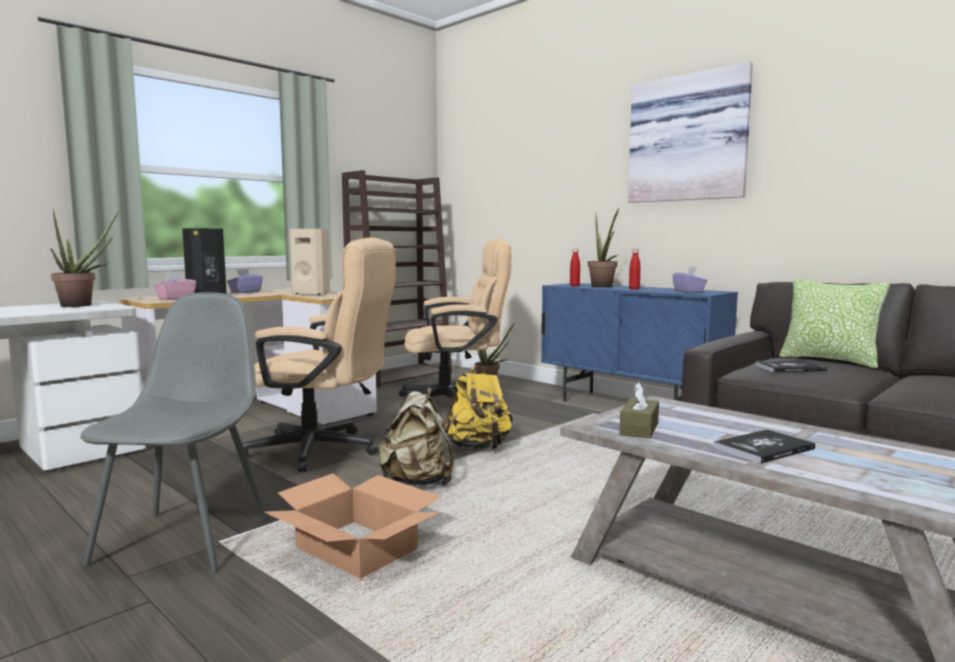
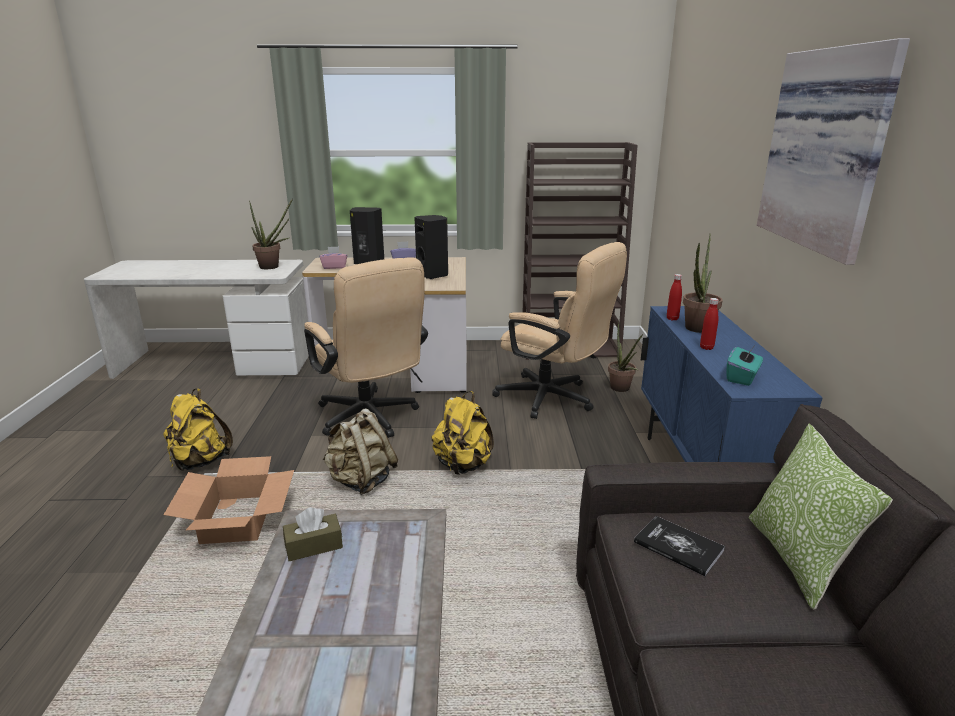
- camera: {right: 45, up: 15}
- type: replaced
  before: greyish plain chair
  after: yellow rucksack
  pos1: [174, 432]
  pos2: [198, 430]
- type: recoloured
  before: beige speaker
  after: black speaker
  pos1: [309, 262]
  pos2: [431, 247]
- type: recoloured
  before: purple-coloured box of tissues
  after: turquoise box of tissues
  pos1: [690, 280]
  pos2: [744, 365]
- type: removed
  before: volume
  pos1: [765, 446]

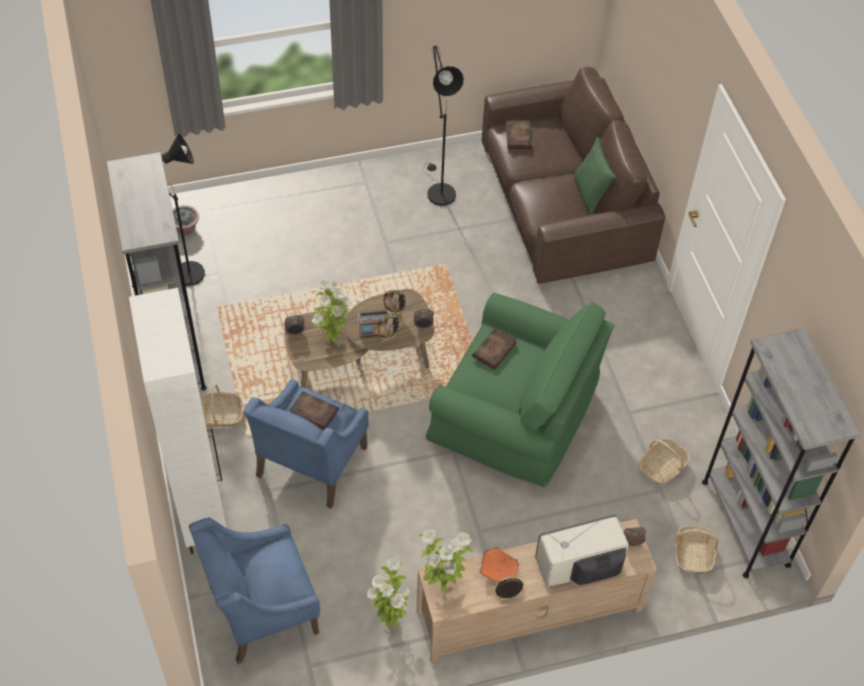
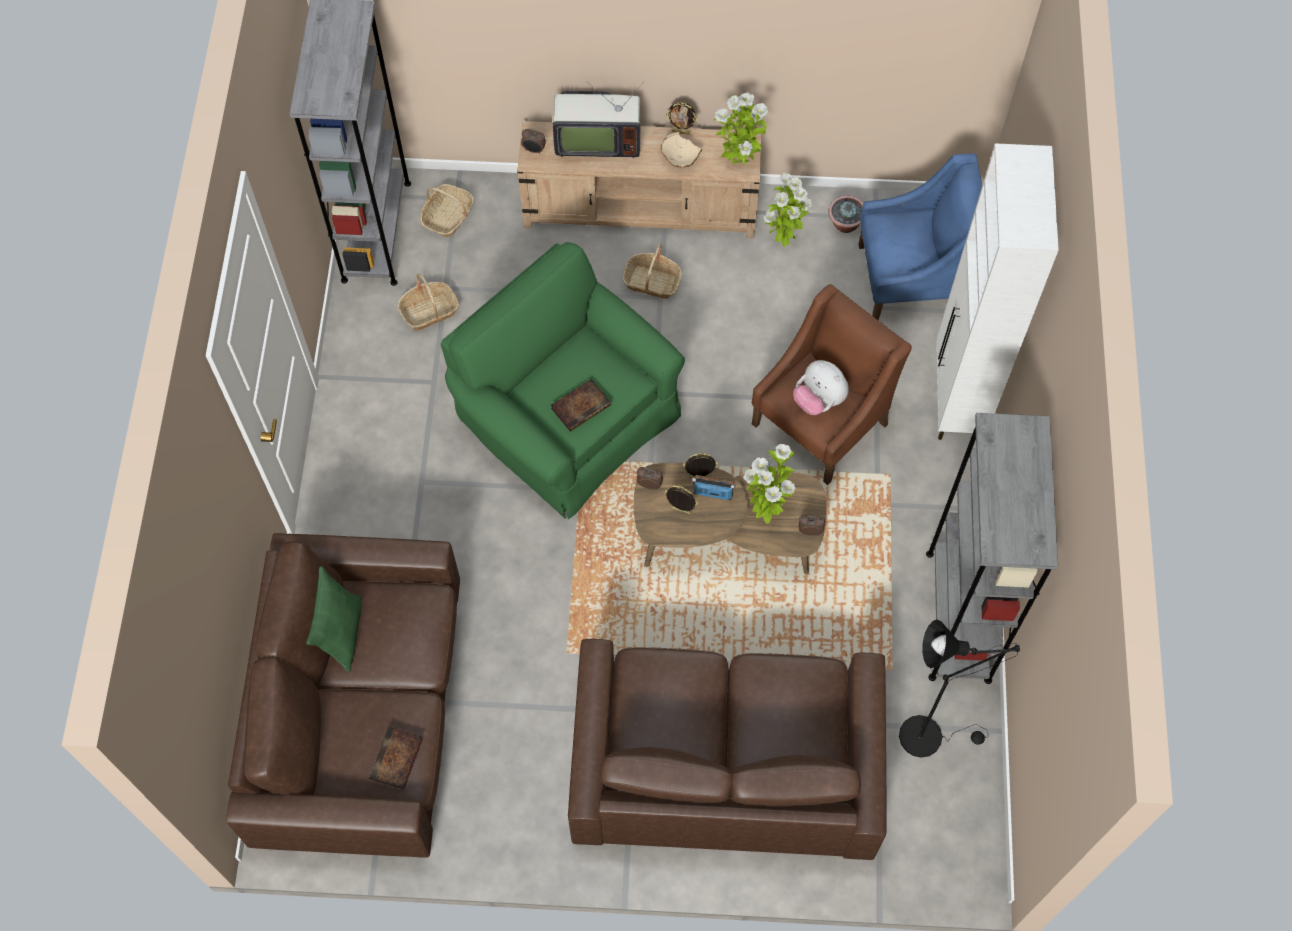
- camera: {right: -160, up: 10}
- type: added
  after: brown settee
  pos2: [727, 749]
- type: moved
  before: storage basket
  pos1: [221, 405]
  pos2: [652, 271]
- type: recoloured
  before: orangey deep dish
  after: beige deep dish
  pos1: [499, 564]
  pos2: [681, 150]
- type: recoloured
  before: blue armchair
  after: brown armchair
  pos1: [306, 444]
  pos2: [831, 384]
- type: replaced
  before: volume
  after: soft toy
  pos1: [314, 410]
  pos2: [821, 387]
- type: moved
  before: potted plant
  pos1: [185, 220]
  pos2: [845, 214]
- type: removed
  before: black floor lamp
  pos1: [443, 125]

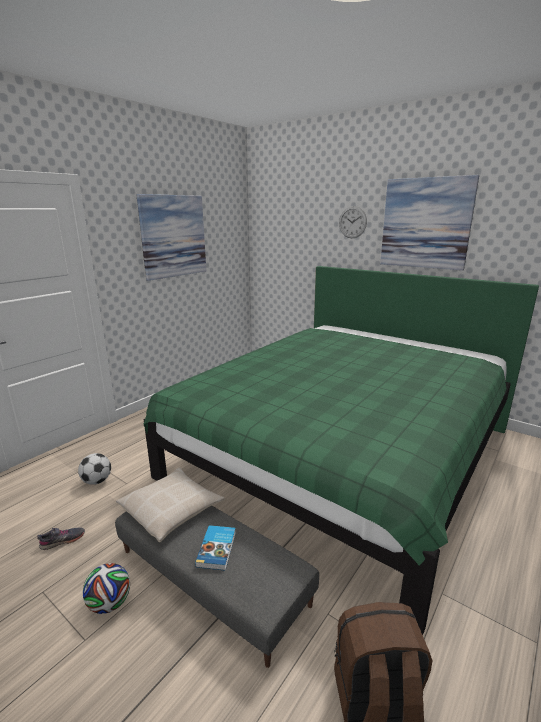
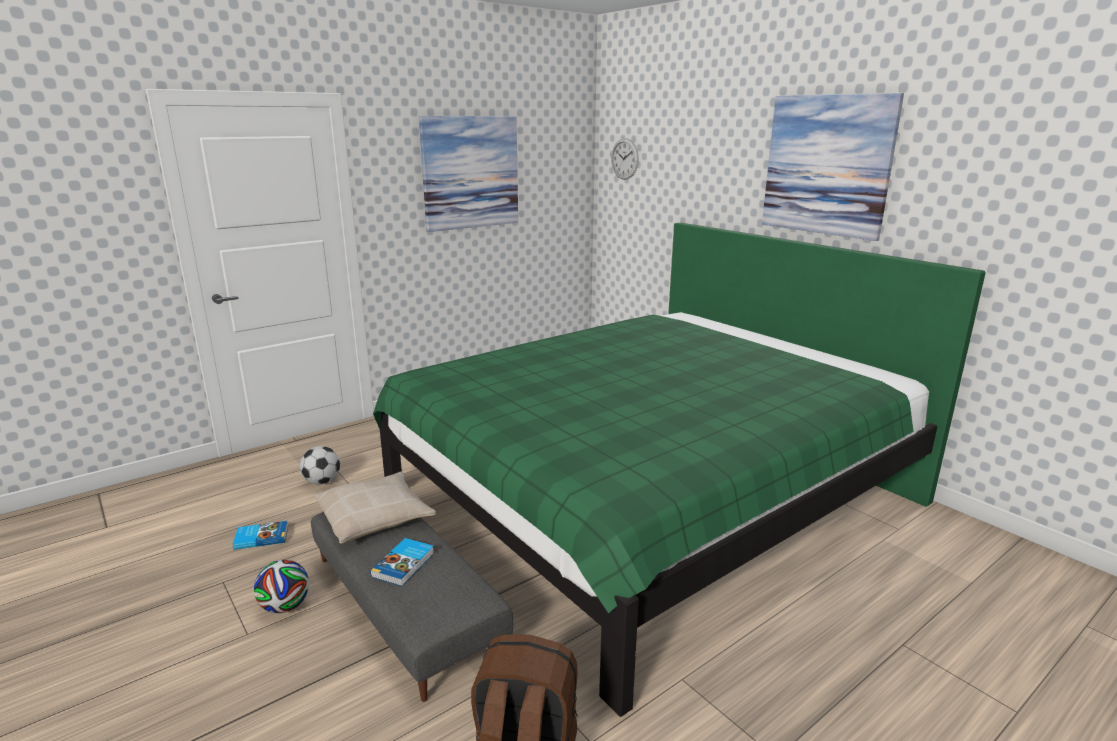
- camera: {right: 15, up: 0}
- type: replaced
  before: greyish shoe
  after: volume
  pos1: [61, 539]
  pos2: [260, 535]
- type: moved
  before: wall clock
  pos1: [353, 222]
  pos2: [625, 159]

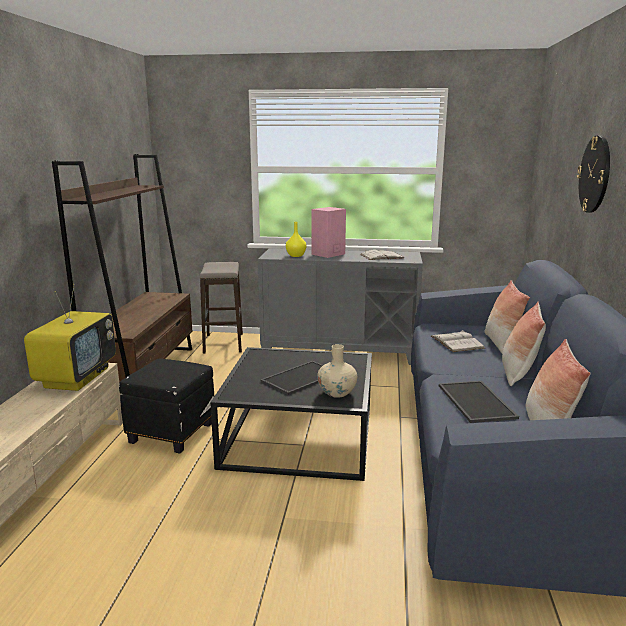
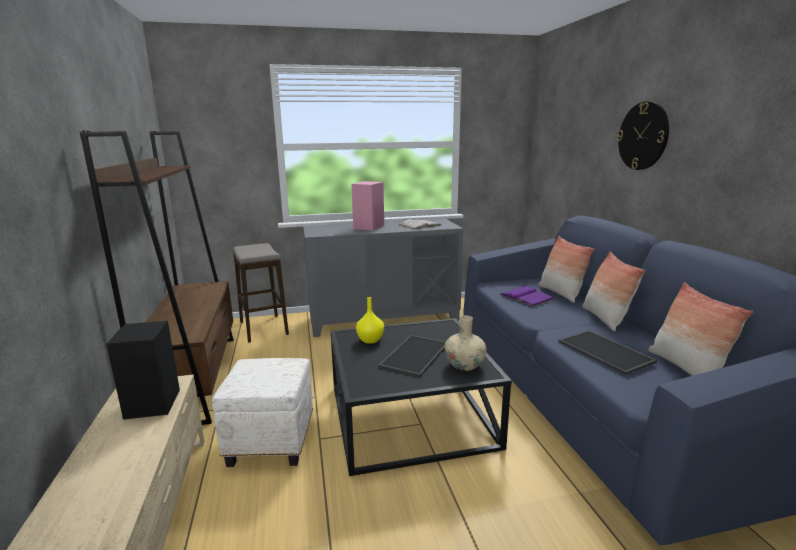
- camera: {right: -20, up: 0}
- type: replaced
  before: TV set
  after: black speaker
  pos1: [70, 337]
  pos2: [143, 370]
- type: recoloured
  before: black pouffe
  after: white pouffe
  pos1: [166, 406]
  pos2: [262, 412]
- type: moved
  before: yellow vase
  pos1: [296, 239]
  pos2: [370, 320]
- type: recoloured
  before: white volume
  after: purple-coloured volume
  pos1: [458, 341]
  pos2: [526, 296]

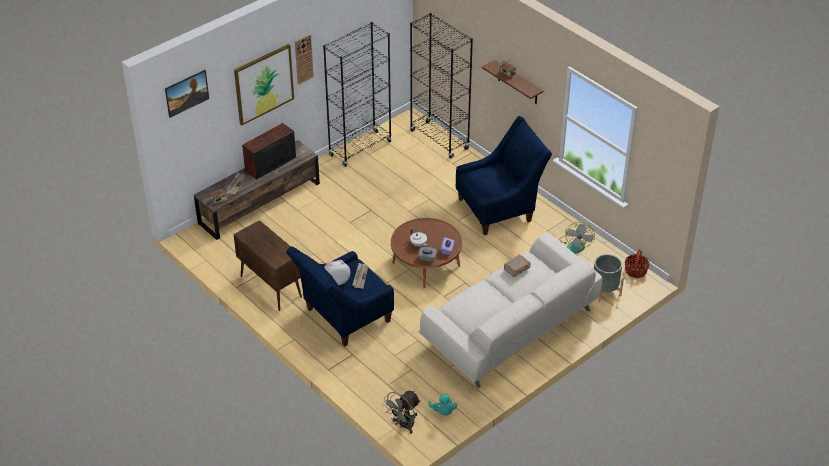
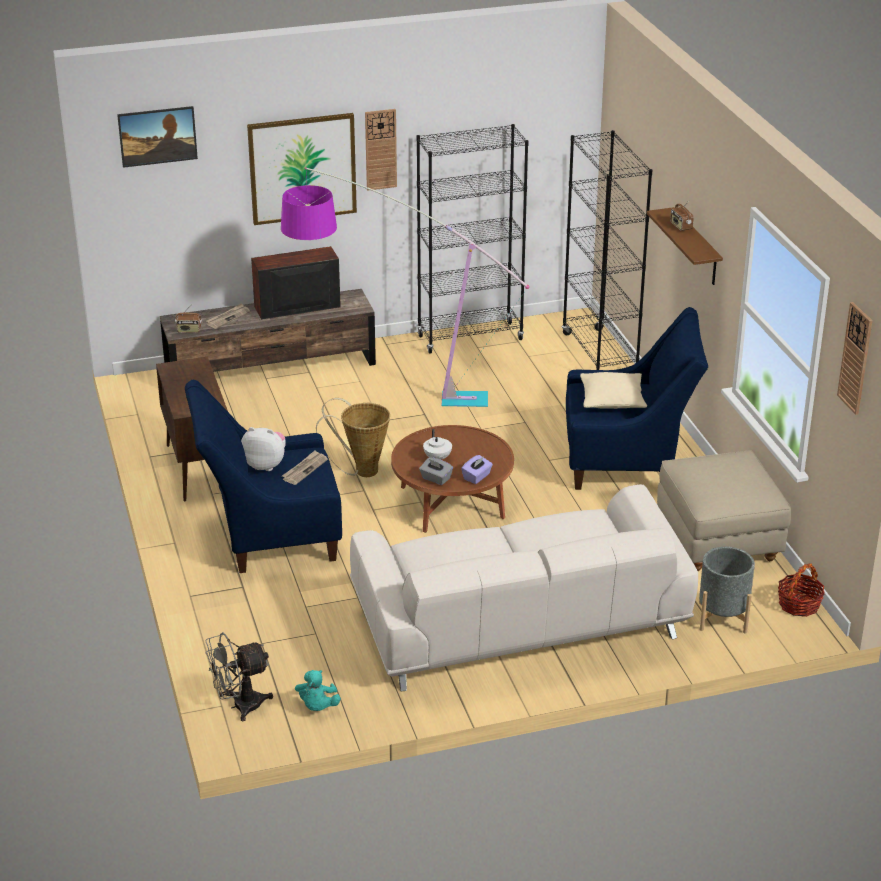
- camera: {right: 25, up: -10}
- type: added
  after: floor lamp
  pos2: [405, 287]
- type: added
  after: storage basket
  pos2: [353, 437]
- type: added
  after: beige pillow
  pos2: [613, 390]
- type: replaced
  before: cooling fan
  after: beige pouffe
  pos1: [577, 238]
  pos2: [724, 510]
- type: added
  after: wall clock
  pos2: [854, 358]
- type: removed
  before: brown volume
  pos1: [517, 266]

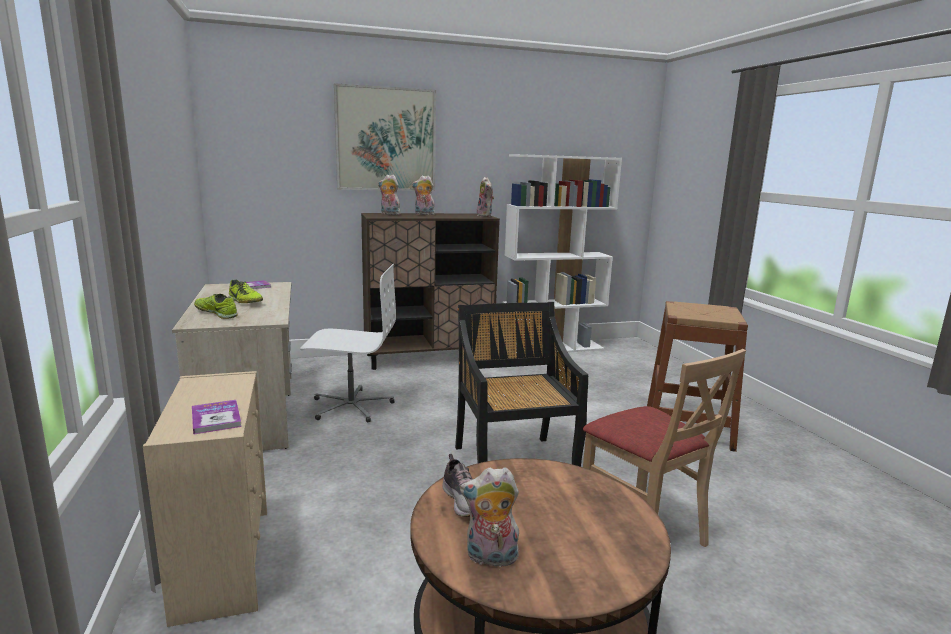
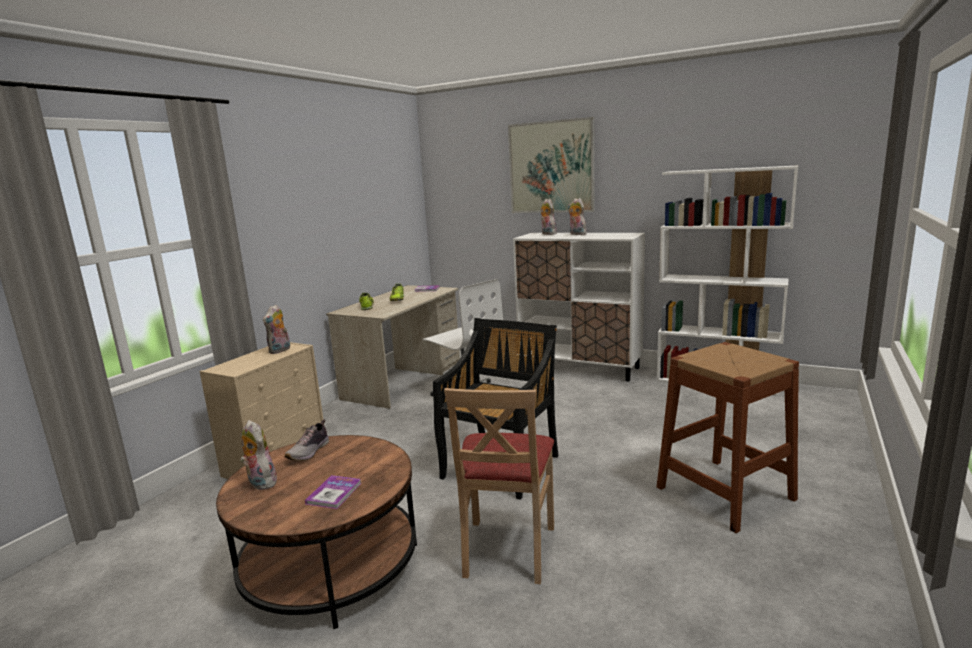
- camera: {right: 45, up: 0}
- type: moved
  before: soft toy
  pos1: [485, 197]
  pos2: [276, 329]
- type: moved
  before: volume
  pos1: [217, 417]
  pos2: [333, 492]
- type: recoloured
  before: brown storage cabinet
  after: white storage cabinet
  pos1: [430, 291]
  pos2: [579, 307]

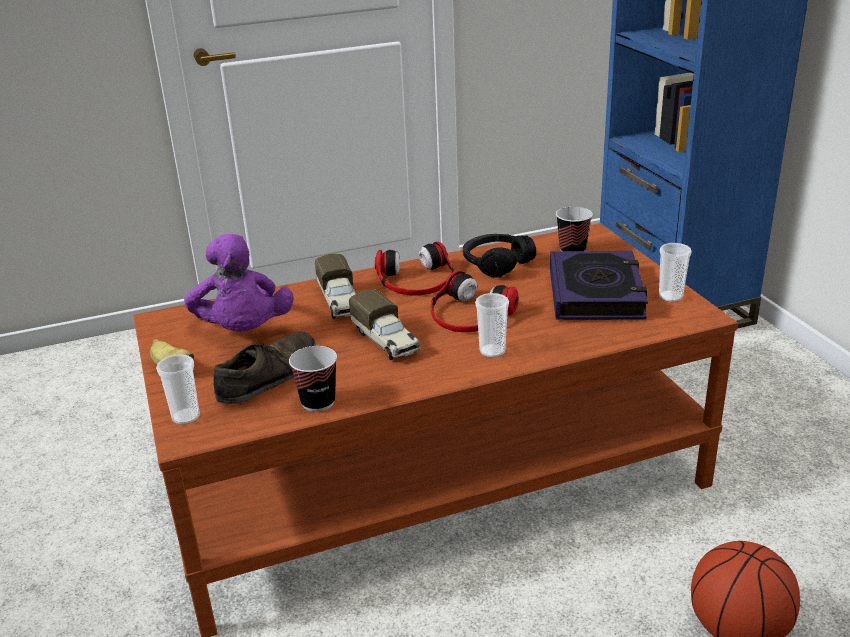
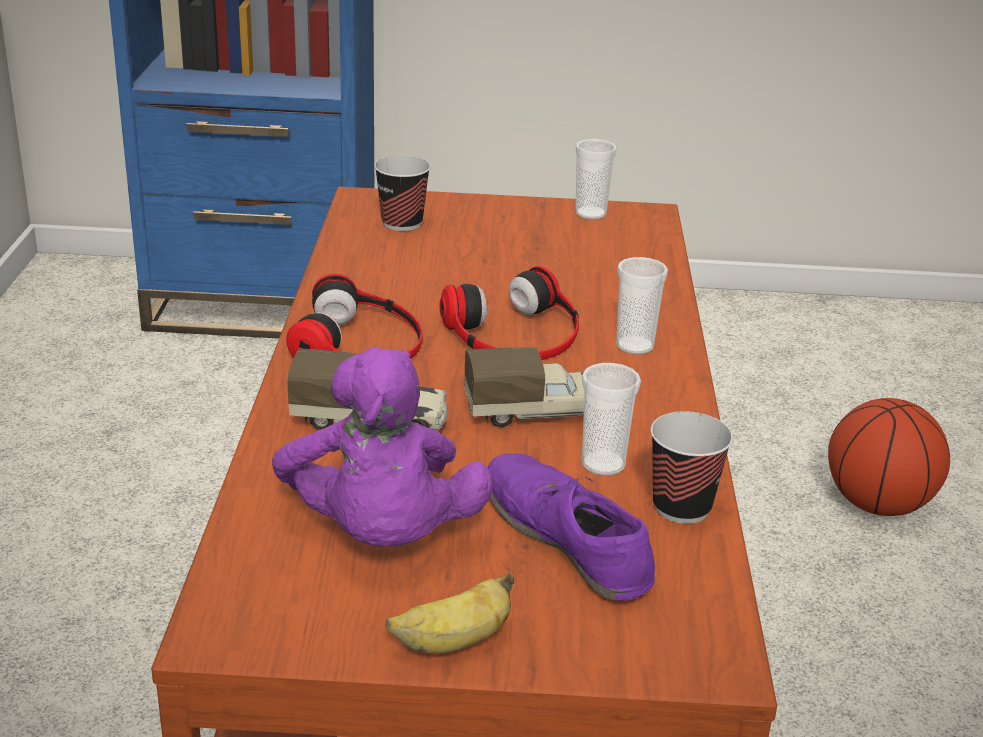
- camera: {right: -70, up: 0}
- type: turned
  before: purple-coloured soft toy
  pos1: [239, 283]
  pos2: [382, 447]
  turn: 75
- type: recoloured
  before: brown shoe
  after: purple-coloured shoe
  pos1: [265, 367]
  pos2: [571, 527]
- type: moved
  before: small cup
  pos1: [178, 389]
  pos2: [611, 419]
- type: removed
  before: black headphones
  pos1: [499, 256]
- type: removed
  before: volume
  pos1: [599, 285]

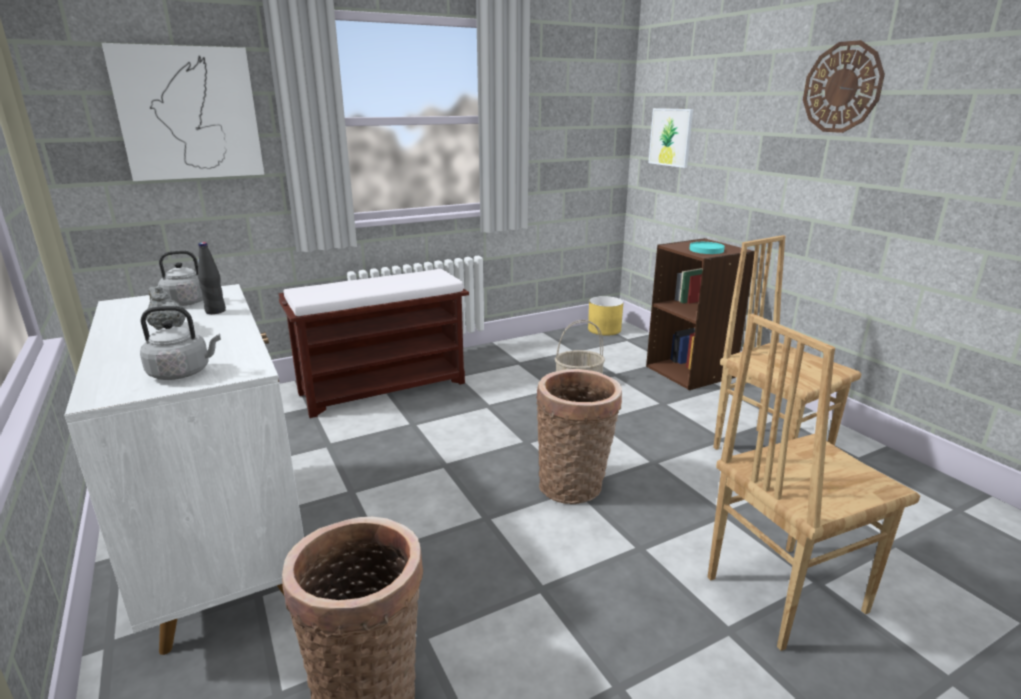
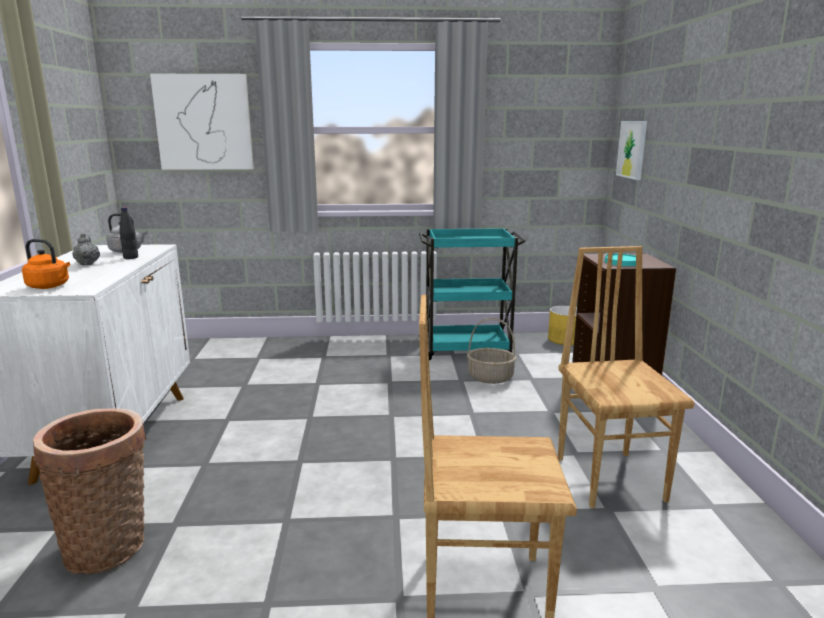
- camera: {right: 25, up: -5}
- type: recoloured
  before: greyish tea kettle
  after: orangey tea kettle
  pos1: [180, 343]
  pos2: [46, 264]
- type: added
  after: turquoise wheeled cart
  pos2: [472, 294]
- type: removed
  before: brown long seat
  pos1: [373, 343]
- type: removed
  before: storage basket
  pos1: [579, 436]
- type: removed
  before: wall clock
  pos1: [844, 86]

